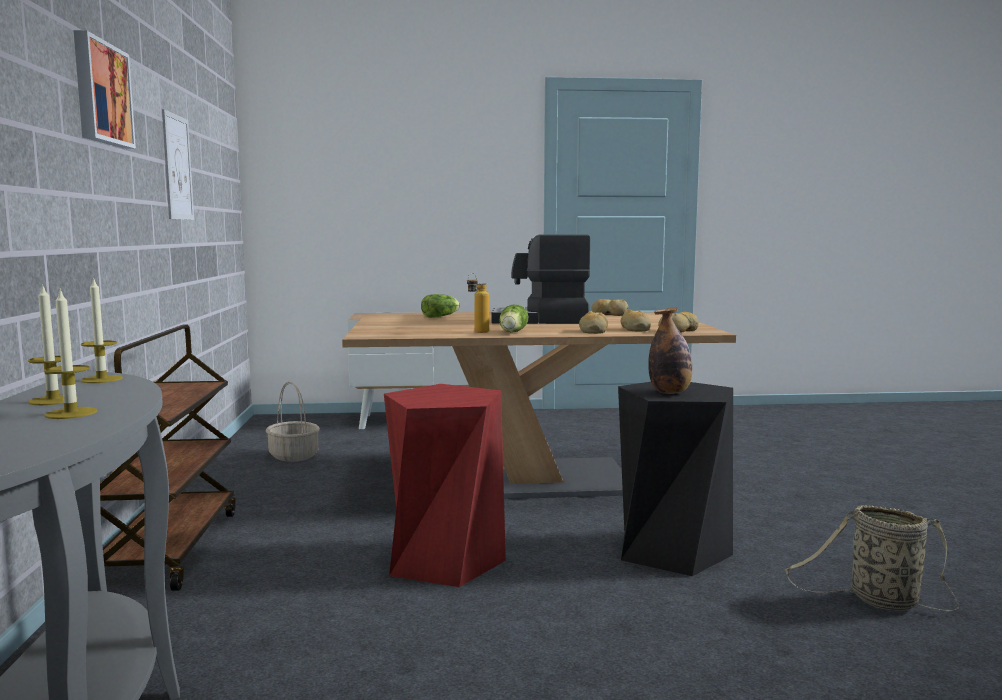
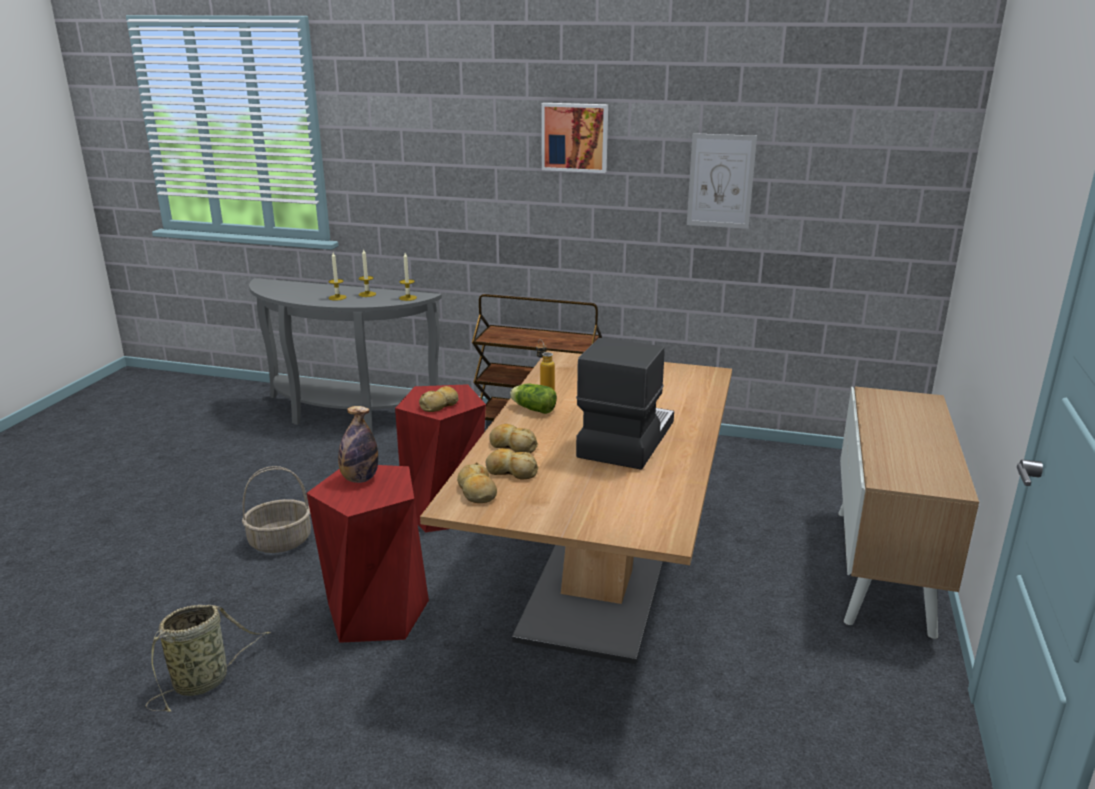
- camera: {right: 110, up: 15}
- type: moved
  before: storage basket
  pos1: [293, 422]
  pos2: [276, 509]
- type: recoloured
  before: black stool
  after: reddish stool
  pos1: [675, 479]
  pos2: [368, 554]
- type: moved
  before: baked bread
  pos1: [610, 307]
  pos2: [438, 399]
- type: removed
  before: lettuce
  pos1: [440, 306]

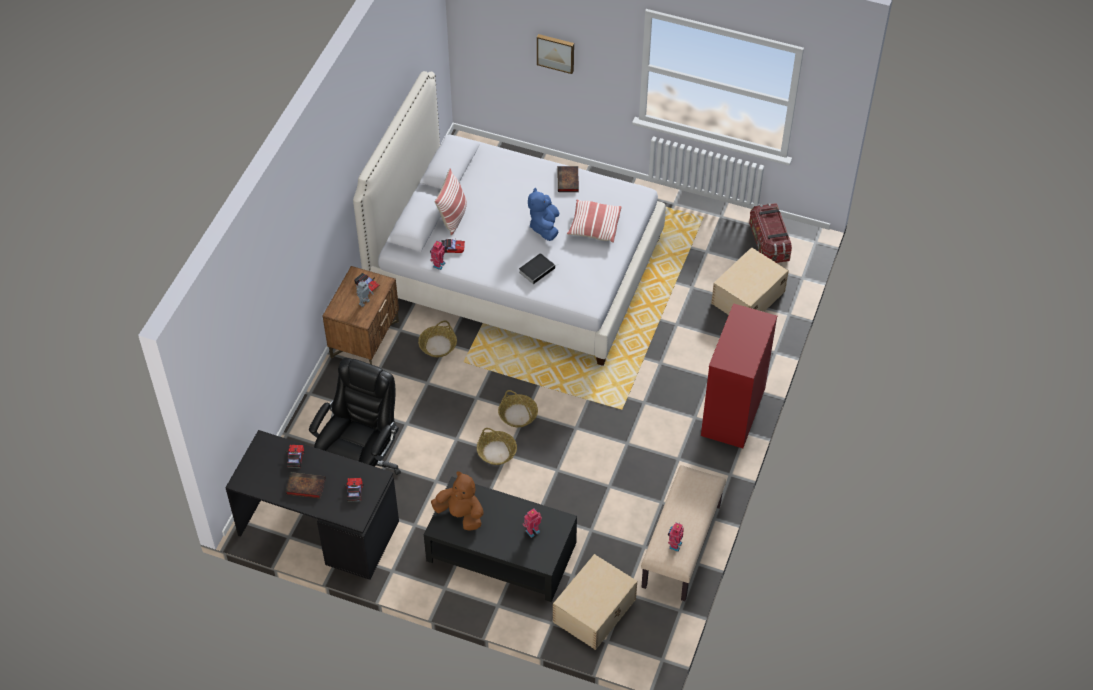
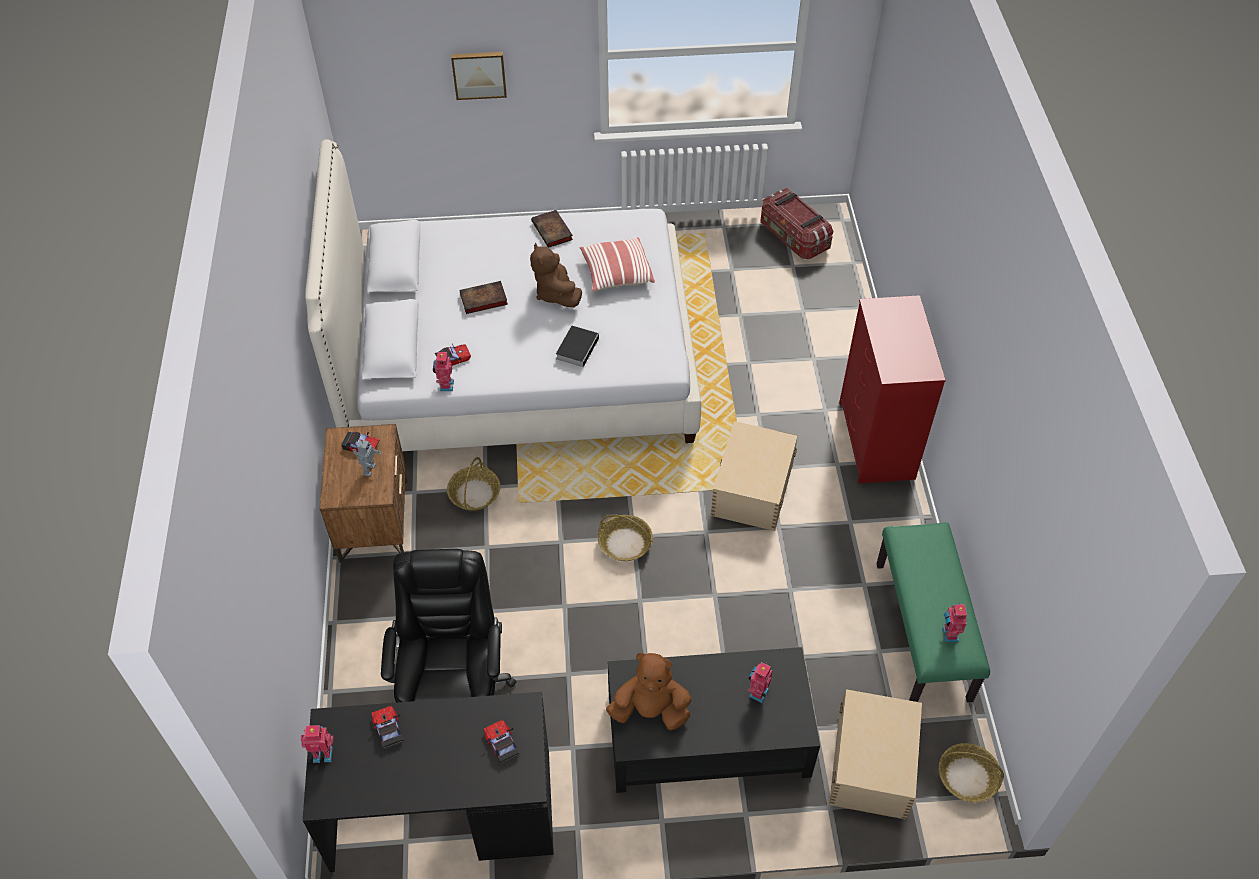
- camera: {right: -25, up: 0}
- type: added
  after: model robot
  pos2: [317, 744]
- type: moved
  before: volume
  pos1: [305, 485]
  pos2: [483, 297]
- type: recoloured
  before: blue soft toy
  after: brown soft toy
  pos1: [543, 214]
  pos2: [556, 275]
- type: moved
  before: beige storage container
  pos1: [750, 281]
  pos2: [754, 476]
- type: recoloured
  before: beige long seat
  after: green long seat
  pos1: [683, 533]
  pos2: [933, 612]
- type: moved
  before: storage basket
  pos1: [497, 446]
  pos2: [971, 772]
- type: removed
  before: pillow
  pos1: [451, 202]

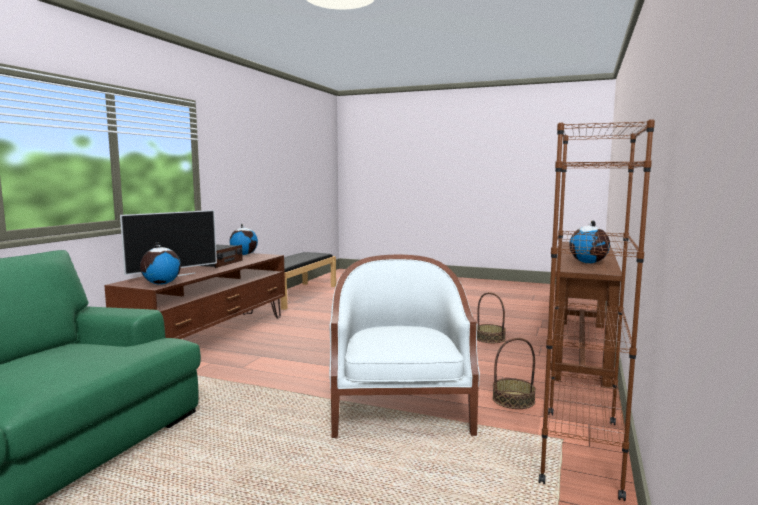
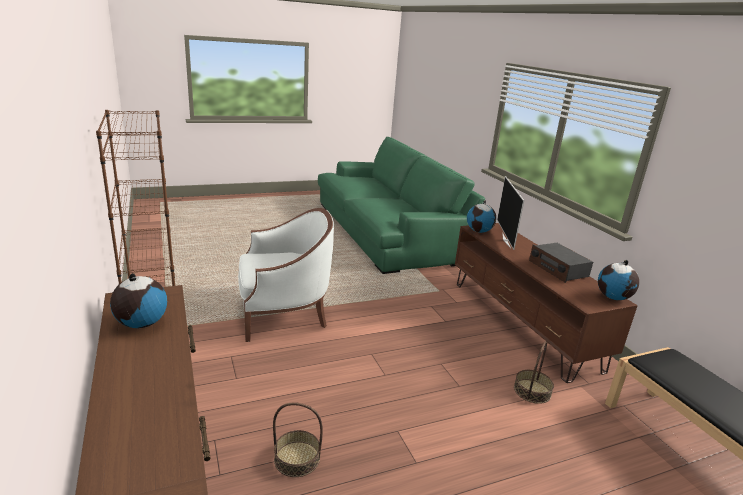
- camera: {right: 135, up: 15}
- type: turned
  before: white armchair
  pos1: [404, 346]
  pos2: [286, 275]
  turn: -60
- type: moved
  before: storage basket
  pos1: [514, 373]
  pos2: [534, 372]

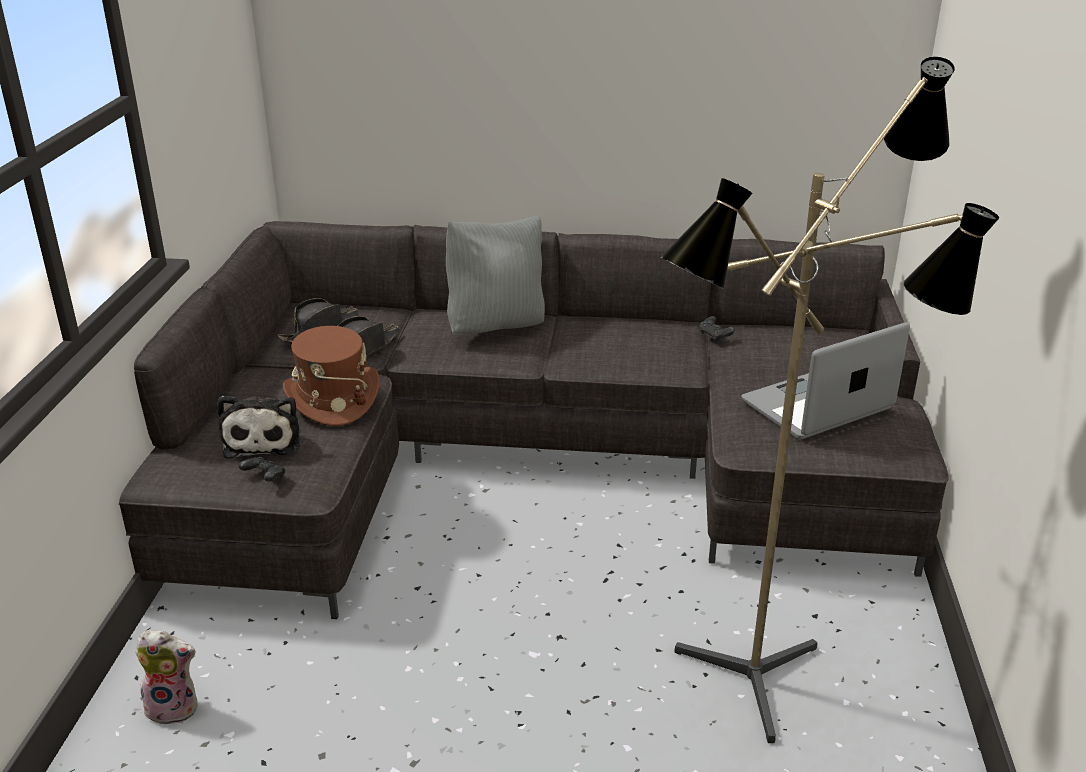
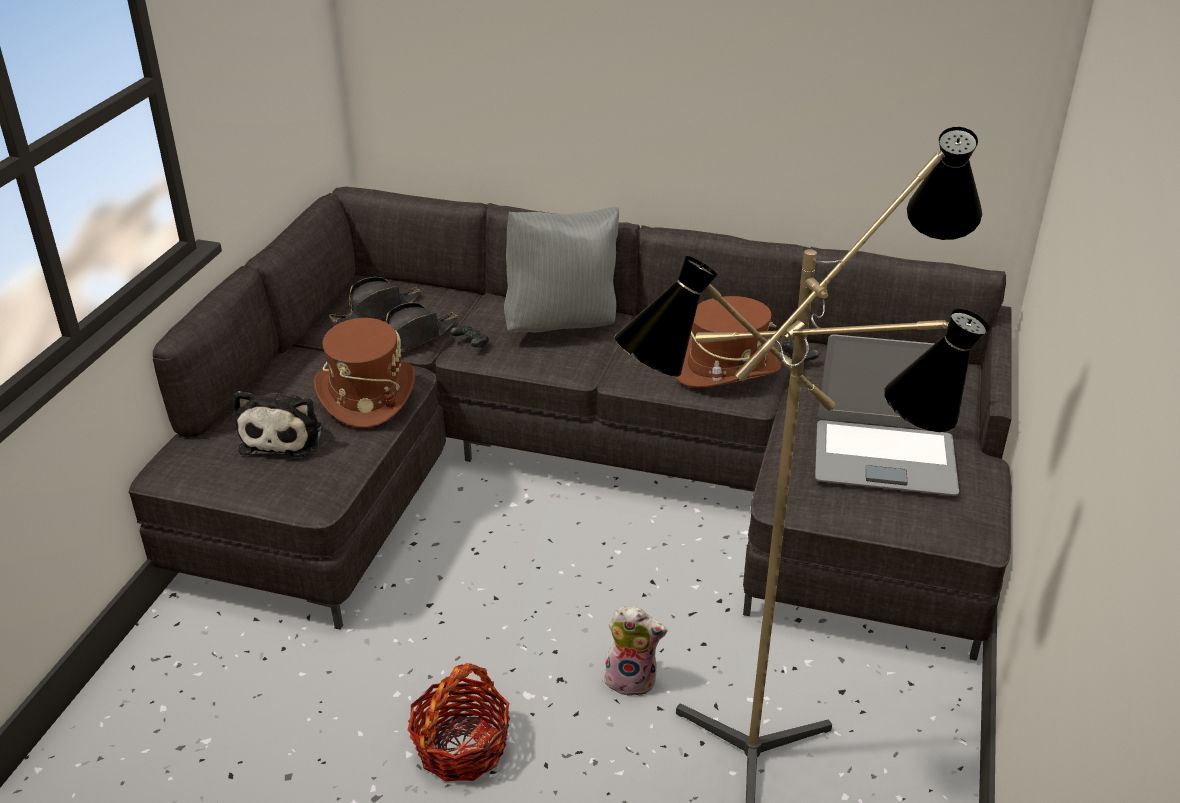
- camera: {right: 10, up: 5}
- type: added
  after: storage basket
  pos2: [458, 722]
- type: moved
  before: black gamepad
  pos1: [262, 469]
  pos2: [469, 336]
- type: moved
  before: soft toy
  pos1: [166, 677]
  pos2: [636, 651]
- type: added
  after: brown clothing hat
  pos2: [728, 342]
- type: turned
  before: laptop
  pos1: [825, 380]
  pos2: [887, 415]
  turn: -150

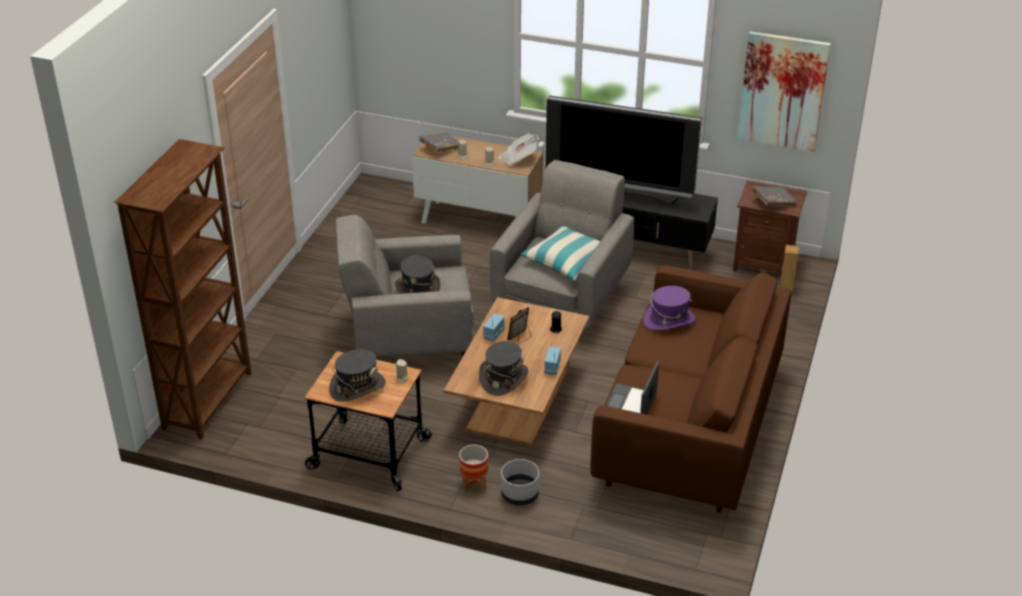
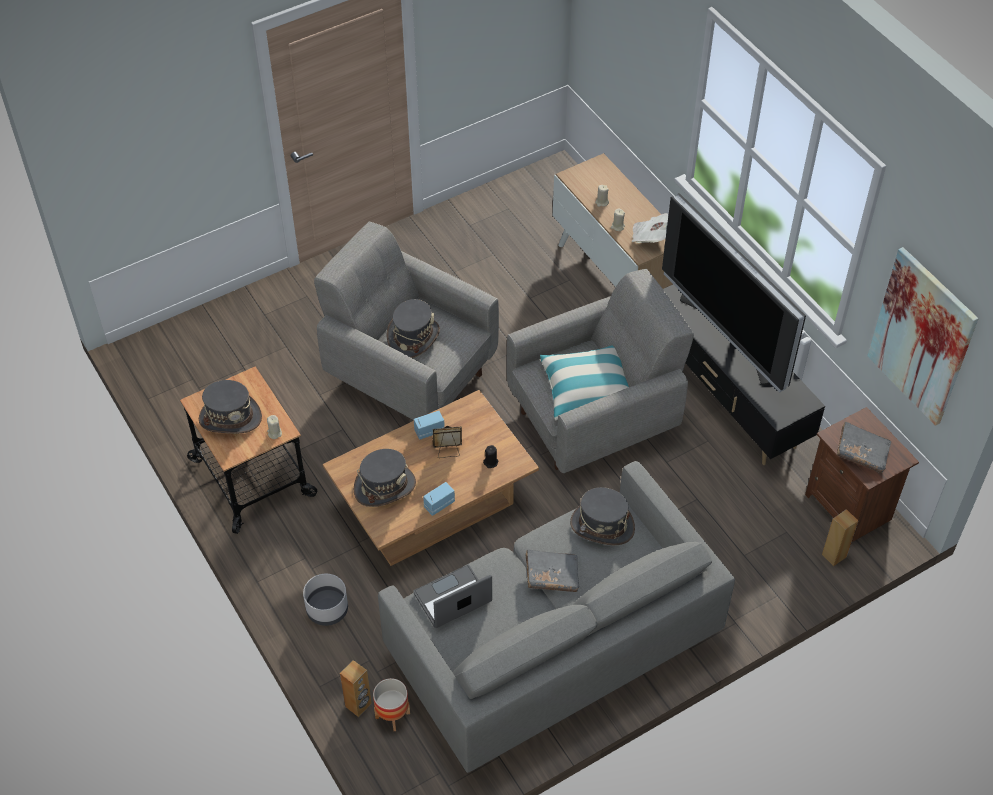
- camera: {right: 40, up: 15}
- type: added
  after: brown speaker
  pos2: [356, 688]
- type: moved
  before: plant pot
  pos1: [473, 468]
  pos2: [391, 704]
- type: recoloured
  before: brown settee
  after: greyish settee
  pos1: [691, 389]
  pos2: [556, 617]
- type: moved
  before: greyish volume
  pos1: [438, 142]
  pos2: [552, 571]
- type: recoloured
  before: purple-coloured clothing hat
  after: greyish clothing hat
  pos1: [669, 308]
  pos2: [602, 516]
- type: removed
  before: brown bookshelf
  pos1: [183, 289]

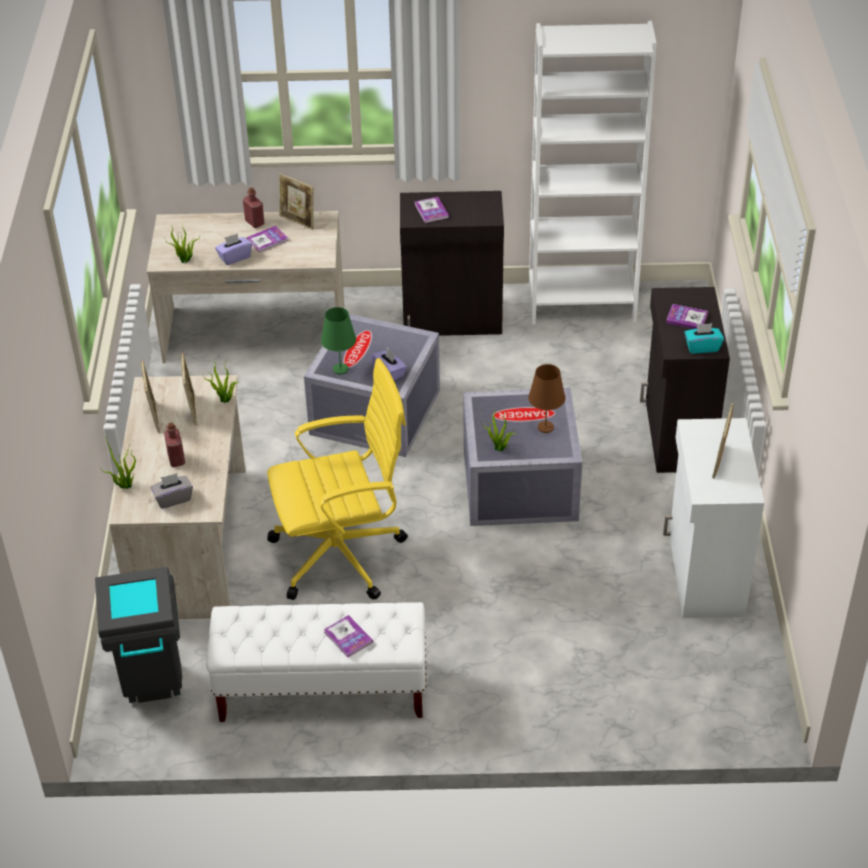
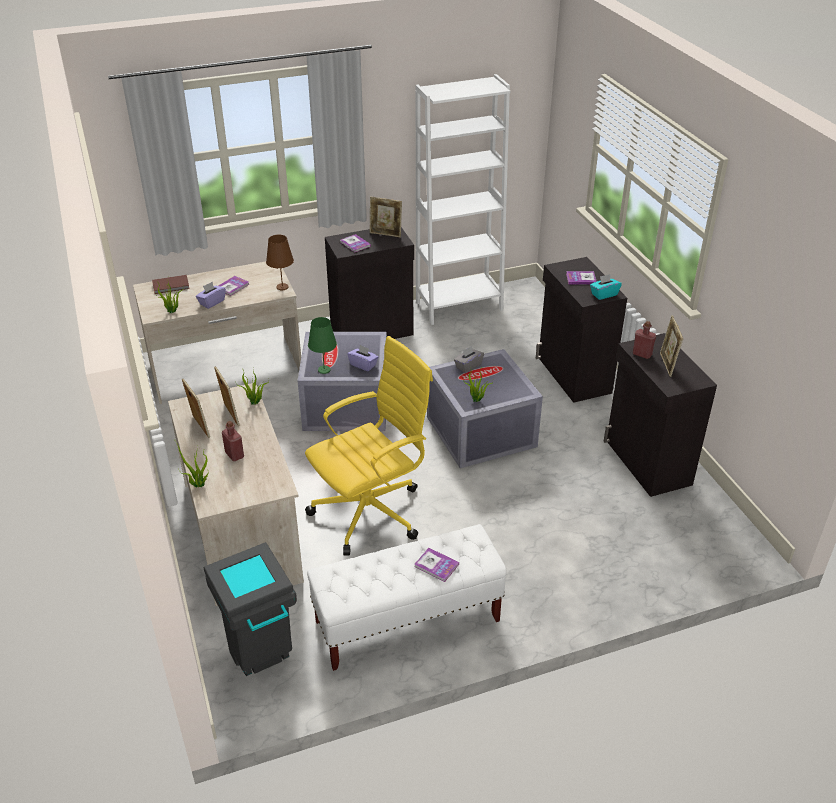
- camera: {right: -20, up: -5}
- type: added
  after: brown volume
  pos2: [171, 284]
- type: moved
  before: brown tabletop lamp
  pos1: [546, 398]
  pos2: [280, 262]
- type: moved
  before: photo frame
  pos1: [296, 201]
  pos2: [386, 217]
- type: moved
  before: greyish box of tissues
  pos1: [172, 491]
  pos2: [469, 359]
- type: recoloured
  before: white storage cabinet
  after: black storage cabinet
  pos1: [713, 518]
  pos2: [660, 415]
- type: moved
  before: reddish bottle
  pos1: [253, 207]
  pos2: [644, 340]

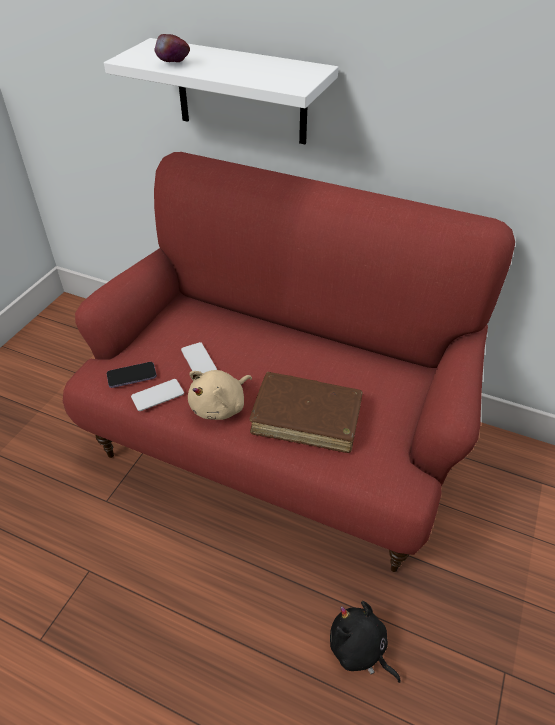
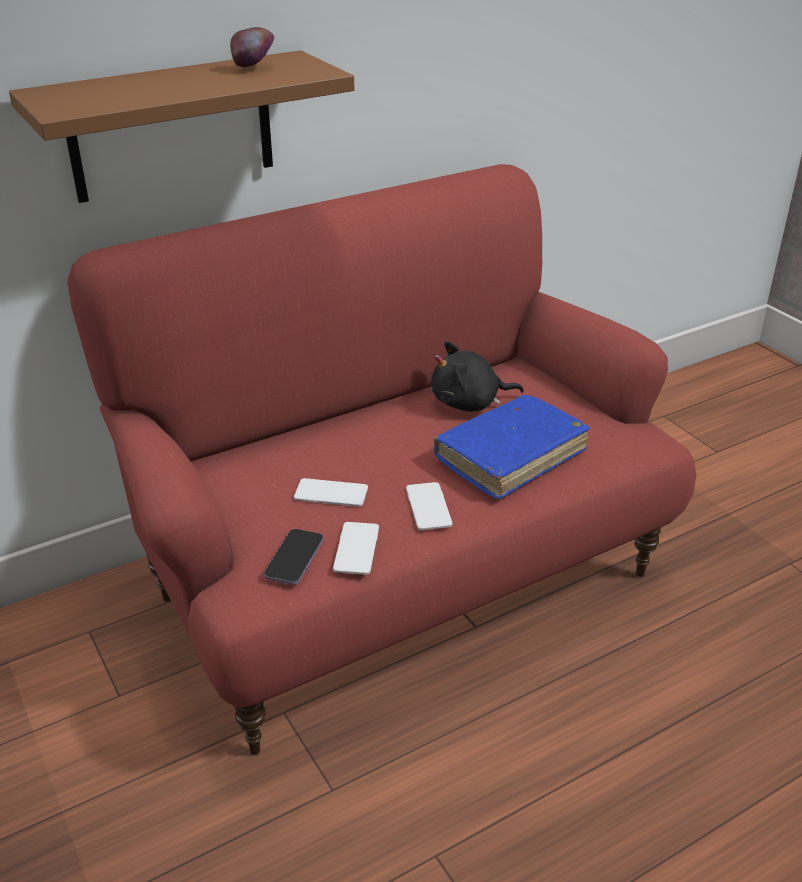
- camera: {right: -55, up: -10}
- type: recoloured
  before: white bracket shelf
  after: brown bracket shelf
  pos1: [221, 91]
  pos2: [181, 126]
- type: moved
  before: whole apple
  pos1: [172, 48]
  pos2: [252, 47]
- type: replaced
  before: beige soft toy
  after: handset
  pos1: [220, 395]
  pos2: [429, 506]
- type: moved
  before: black soft toy
  pos1: [365, 642]
  pos2: [477, 376]
- type: recoloured
  before: brown volume
  after: blue volume
  pos1: [306, 412]
  pos2: [512, 447]

